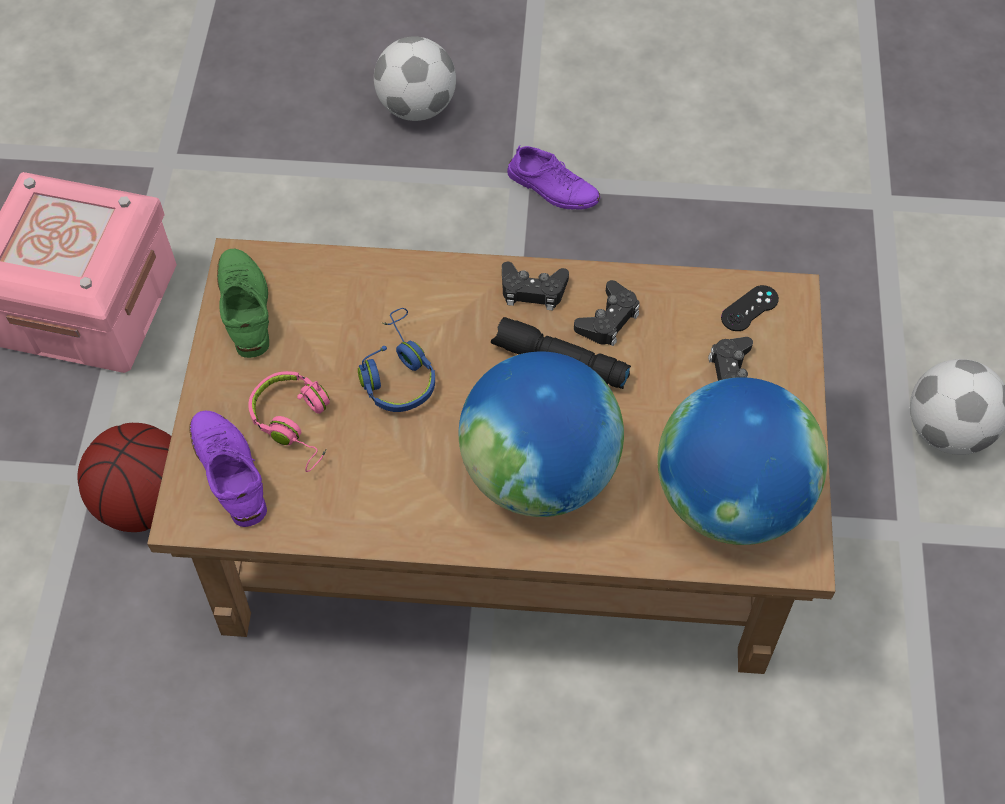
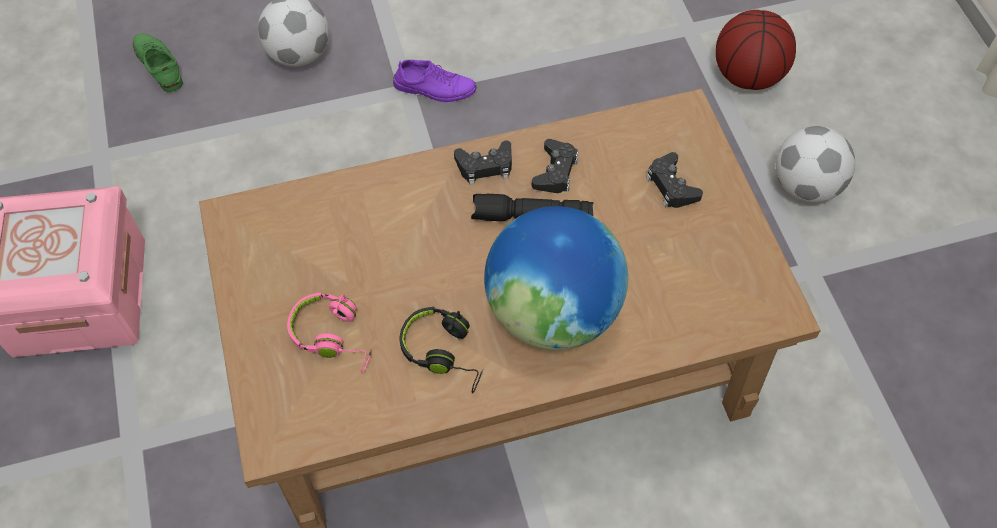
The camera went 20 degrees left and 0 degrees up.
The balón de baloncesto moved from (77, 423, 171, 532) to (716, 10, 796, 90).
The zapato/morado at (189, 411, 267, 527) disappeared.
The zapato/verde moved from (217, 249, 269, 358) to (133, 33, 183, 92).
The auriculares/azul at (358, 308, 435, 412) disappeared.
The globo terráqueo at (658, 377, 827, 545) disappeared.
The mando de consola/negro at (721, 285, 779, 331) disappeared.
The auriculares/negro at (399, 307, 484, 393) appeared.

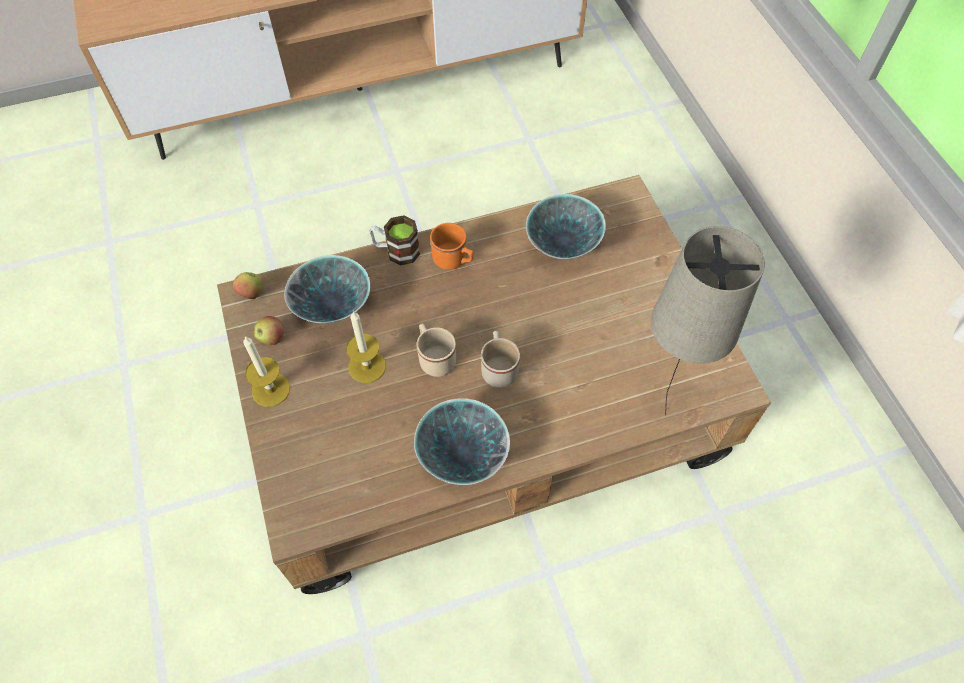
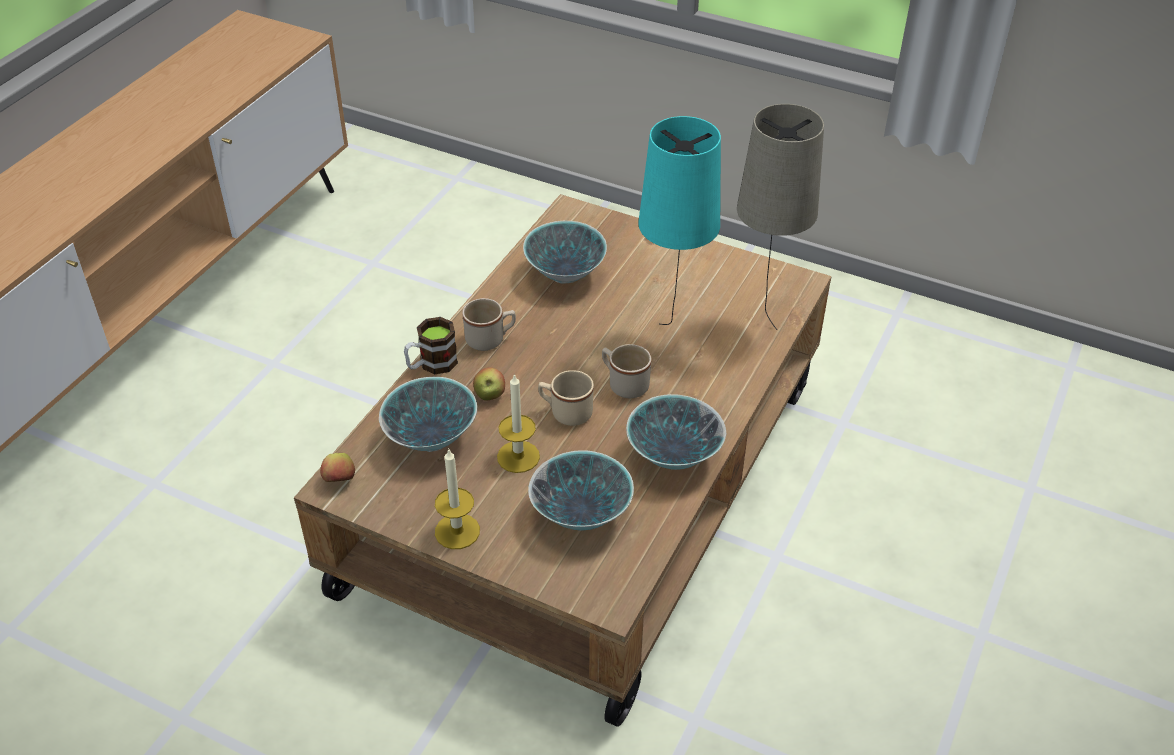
The camera went 45 degrees left and 15 degrees down.
The manzana moved from (254, 316, 284, 345) to (473, 367, 505, 401).
The taza grande/naranja at (430, 223, 474, 270) became the taza grande/beis at (462, 298, 516, 351).
The cuenco at (528, 450, 634, 530) appeared.
The lámpara de mesa/turquesa at (638, 116, 721, 325) appeared.

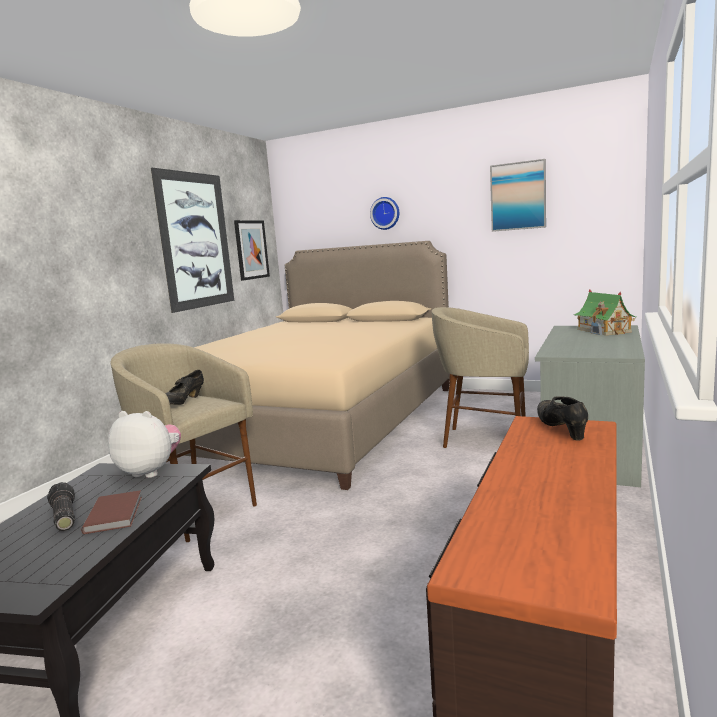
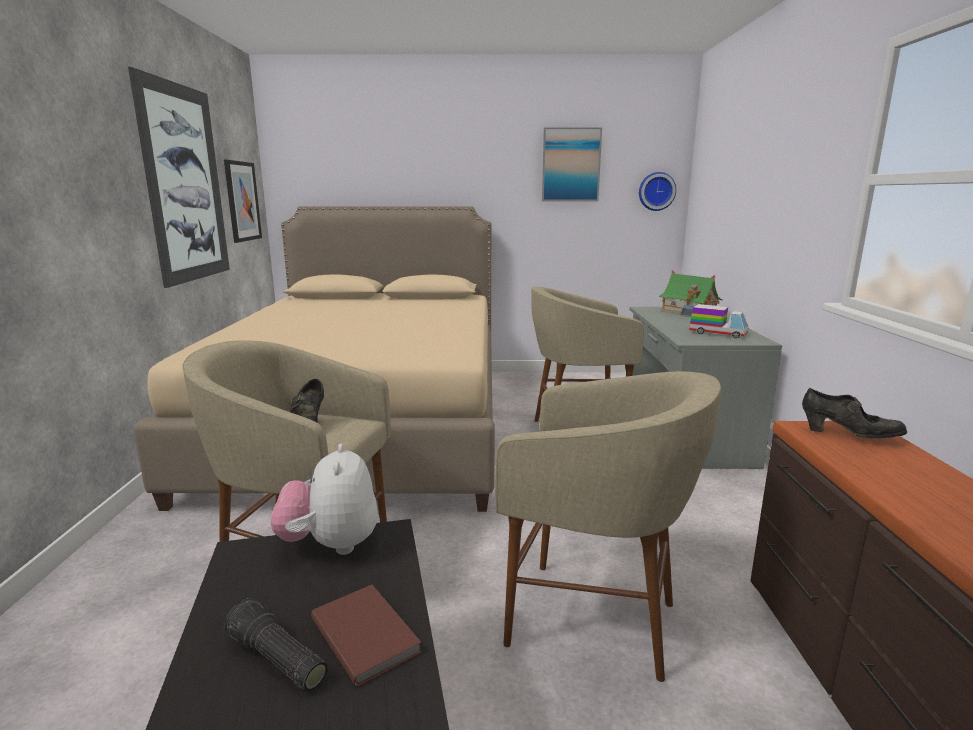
The camera went 25 degrees left and 5 degrees up.
The peluche at (108, 411, 181, 478) turned 90 degrees counterclockwise.
The reloj de pared moved from (370, 197, 399, 230) to (639, 172, 676, 211).
The zapato/negro at (537, 397, 588, 441) turned 150 degrees clockwise.
The taburete/beis at (495, 371, 721, 682) appeared.
The camión de juguete at (689, 304, 748, 338) appeared.

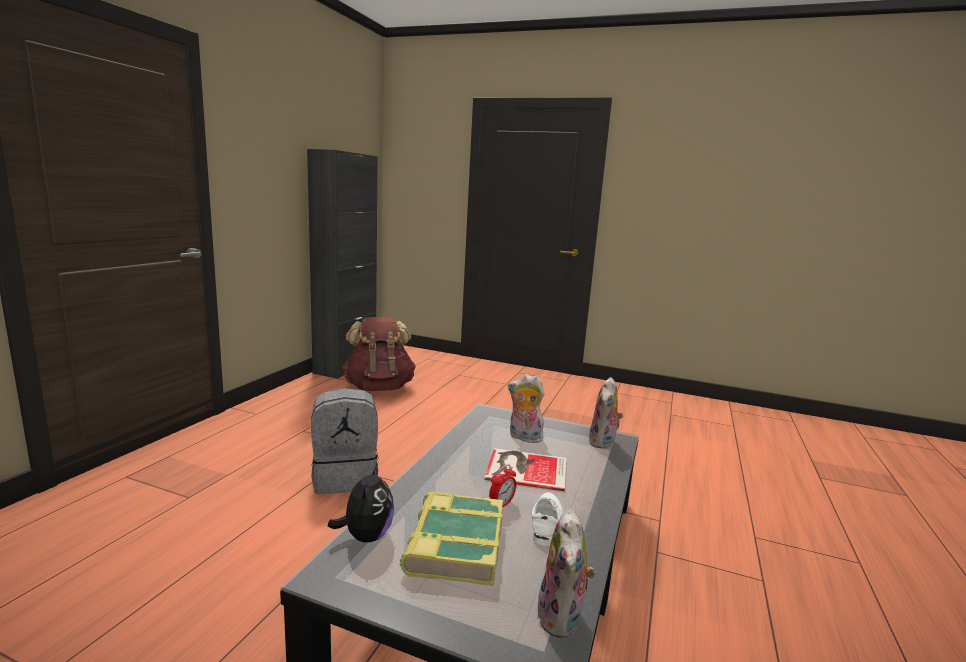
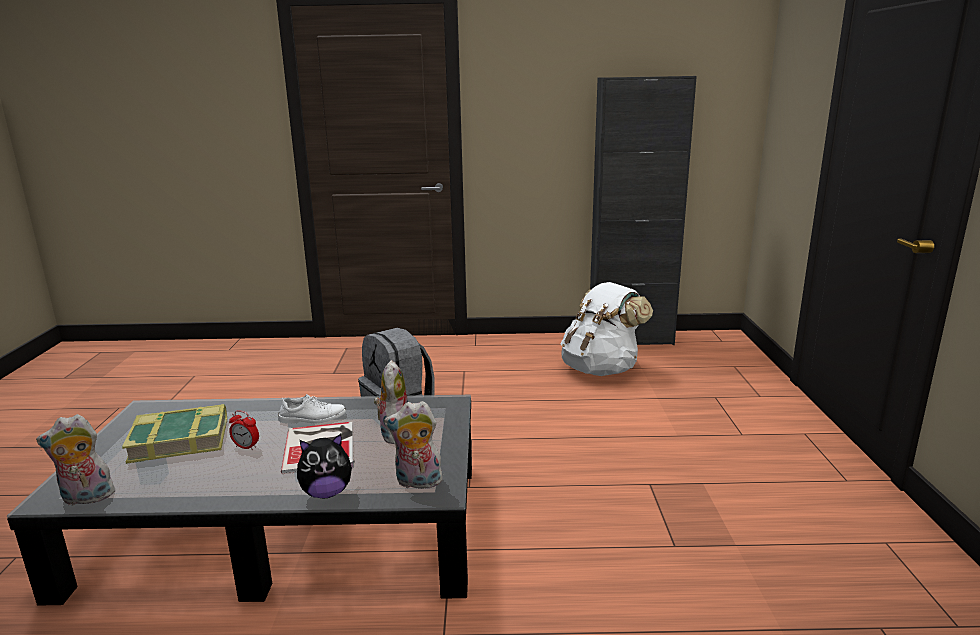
The camera went 70 degrees right and 5 degrees up.
The peluche moved from (328, 463, 394, 542) to (297, 434, 354, 498).
The mochila/marrón at (342, 317, 416, 391) became the mochila/blanco at (561, 282, 653, 376).
The zapato/blanco moved from (532, 493, 563, 545) to (278, 394, 346, 424).

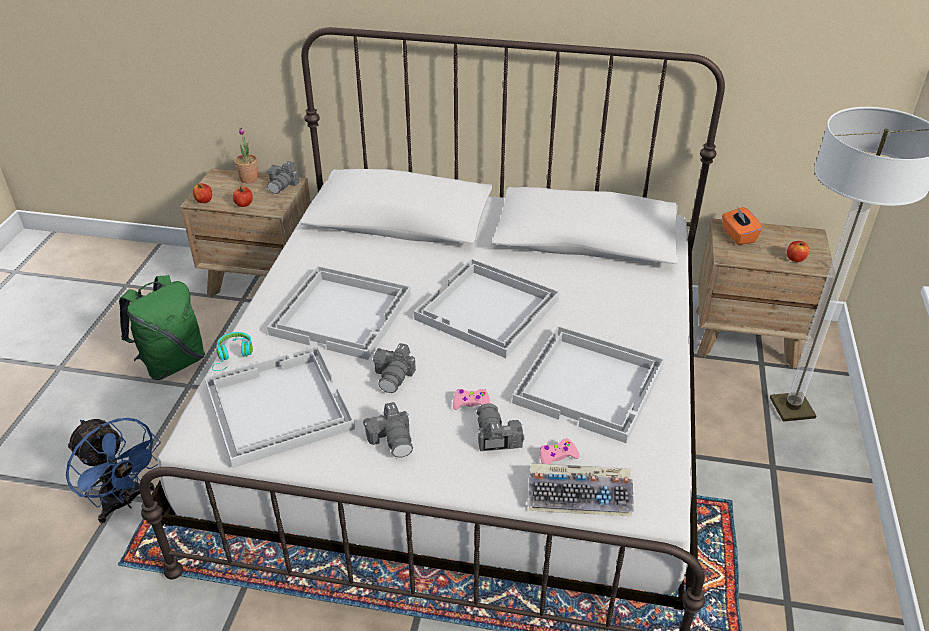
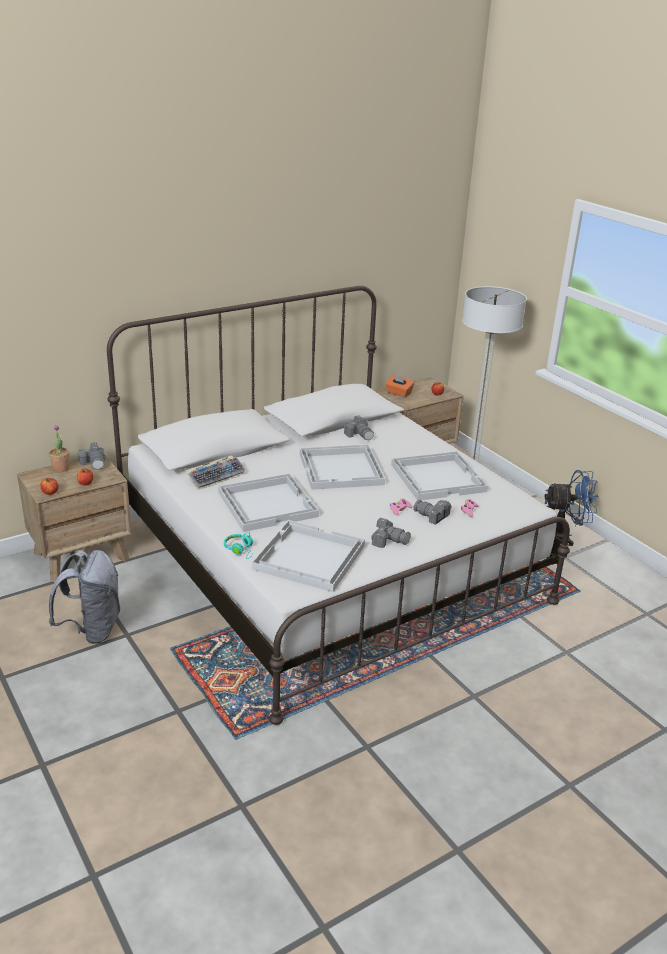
The camera went 45 degrees left and 10 degrees down.
The ventilador/azul moved from (66, 418, 161, 523) to (545, 470, 599, 546).
The mochila/verde at (119, 275, 205, 380) became the mochila/gris at (49, 550, 120, 644).
The cámara moved from (373, 343, 416, 393) to (344, 415, 374, 440).
The teclado moved from (527, 463, 634, 516) to (185, 455, 246, 490).

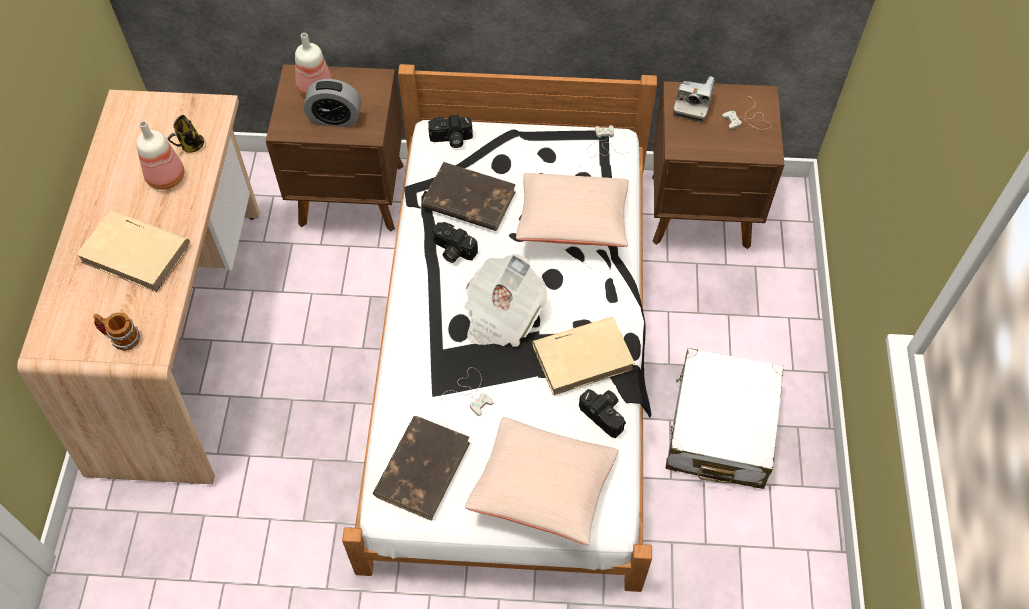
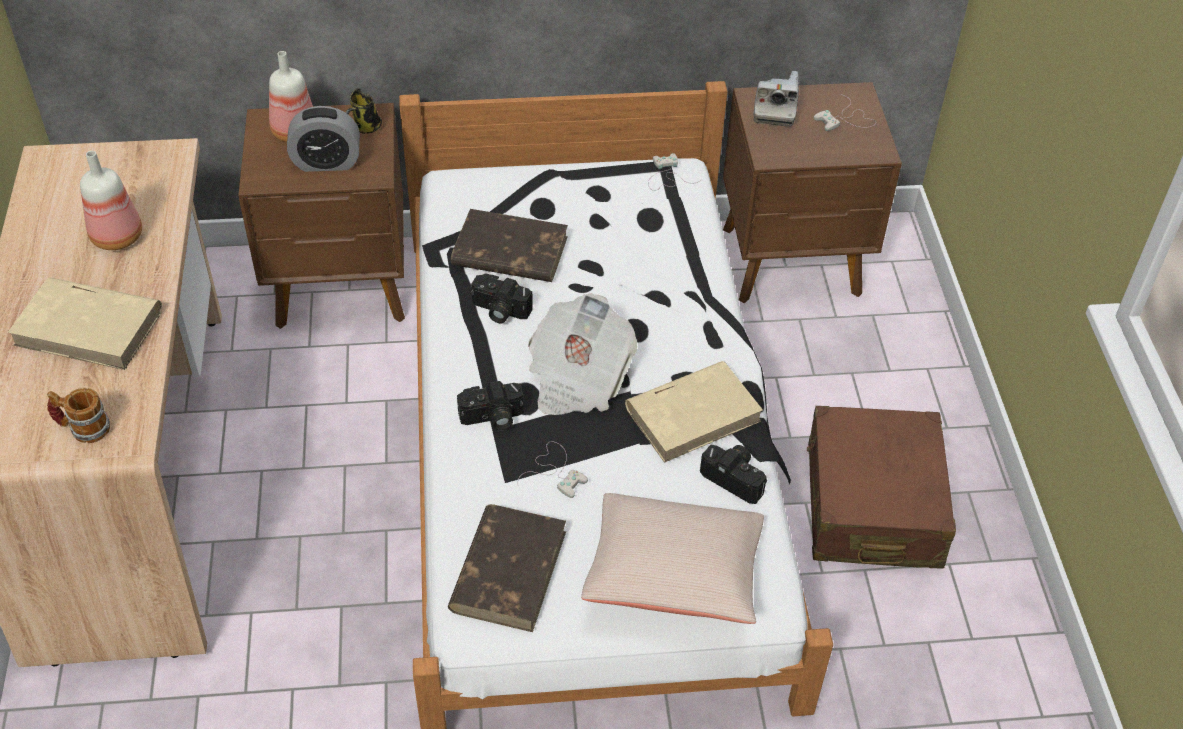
The camera went 10 degrees left and 10 degrees down.
The taza grande moved from (168, 115, 204, 153) to (345, 88, 382, 134).
The cámara moved from (428, 115, 473, 148) to (457, 381, 524, 430).
The cojín/beis at (516, 173, 629, 247) disappeared.
The maleta/blanco at (666, 348, 784, 489) became the maleta/marrón at (807, 406, 956, 569).

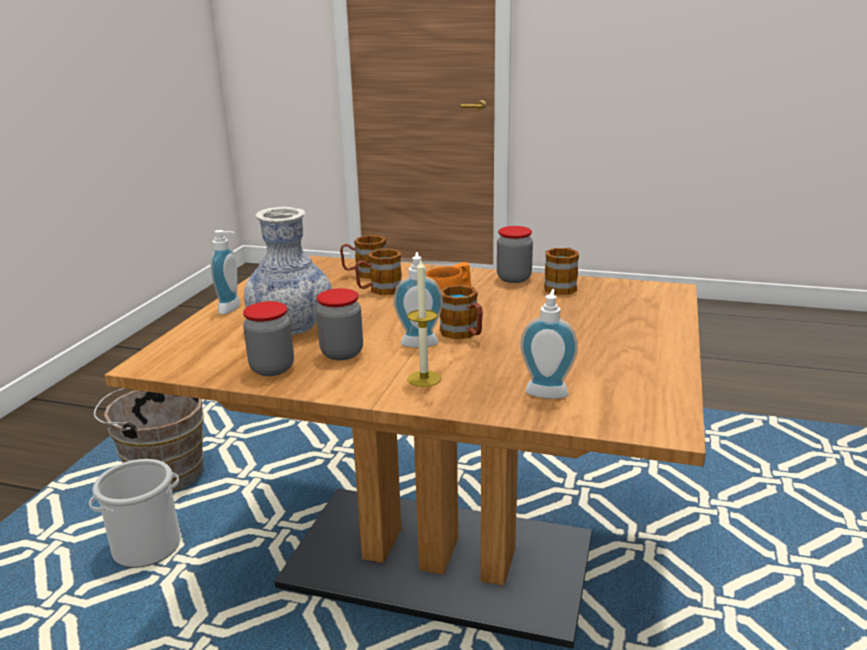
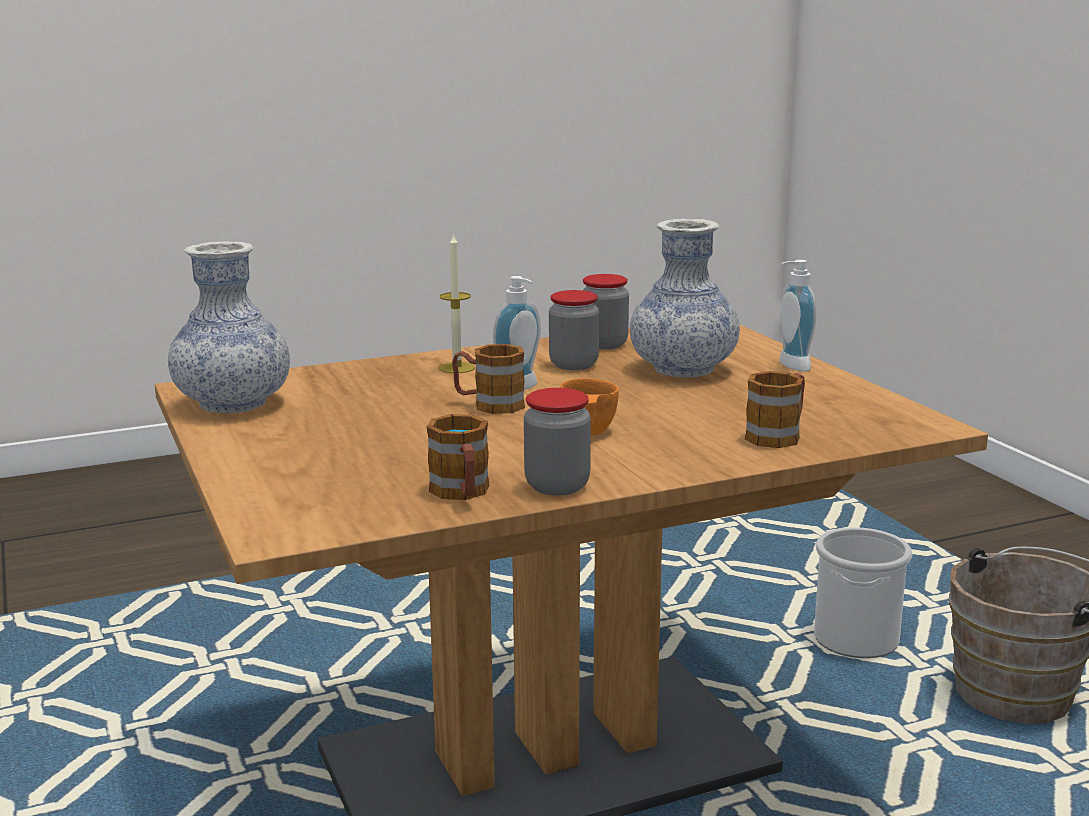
The camera went 140 degrees right and 5 degrees down.
The taza grande at (355, 249, 402, 295) disappeared.
The dispensador de jabón at (520, 289, 578, 399) disappeared.
The florero at (168, 242, 290, 413) appeared.

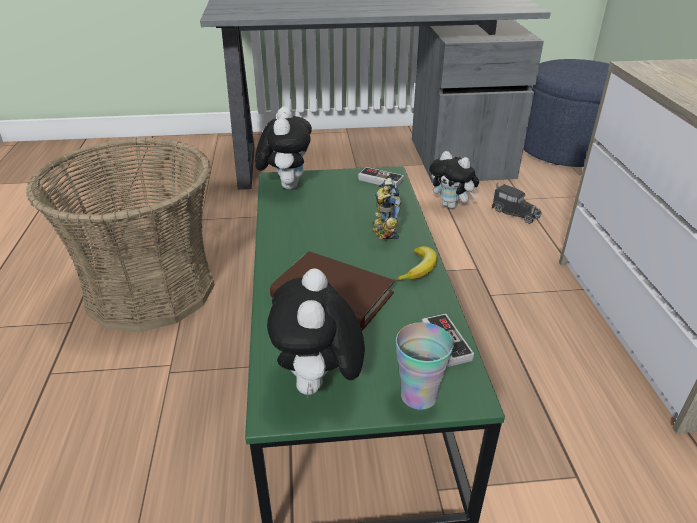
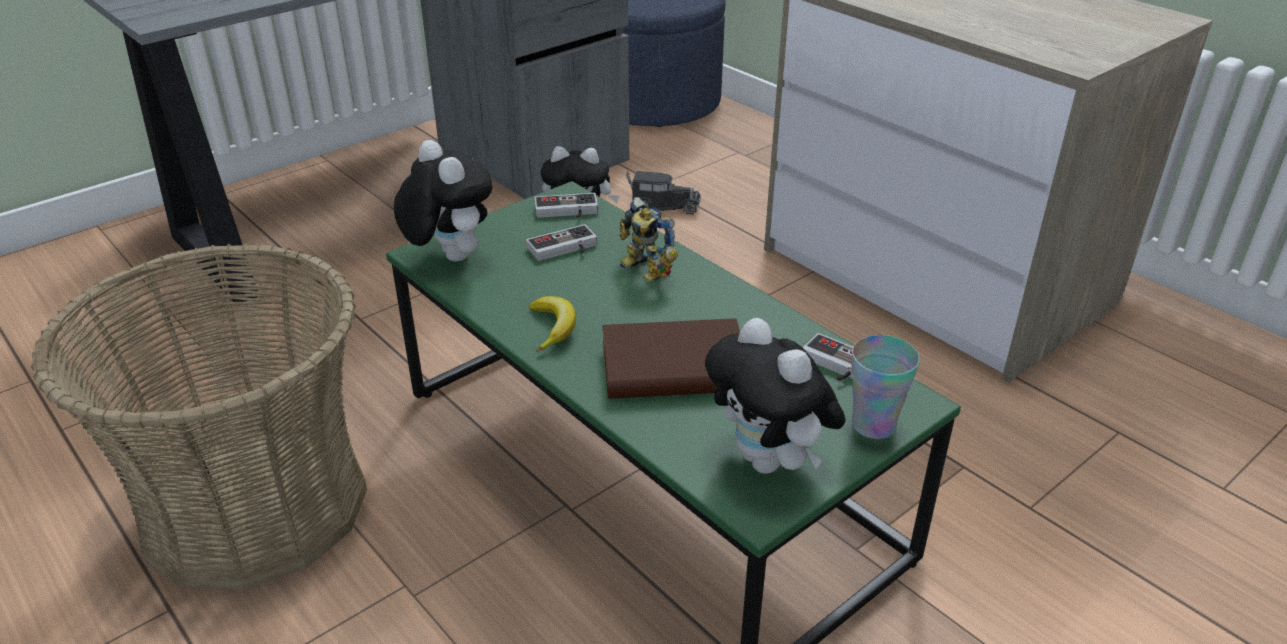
The camera went 35 degrees left and 0 degrees up.
The plátano moved from (395, 246, 437, 280) to (529, 296, 576, 352).
The mando de consola at (526, 224, 597, 261) appeared.

